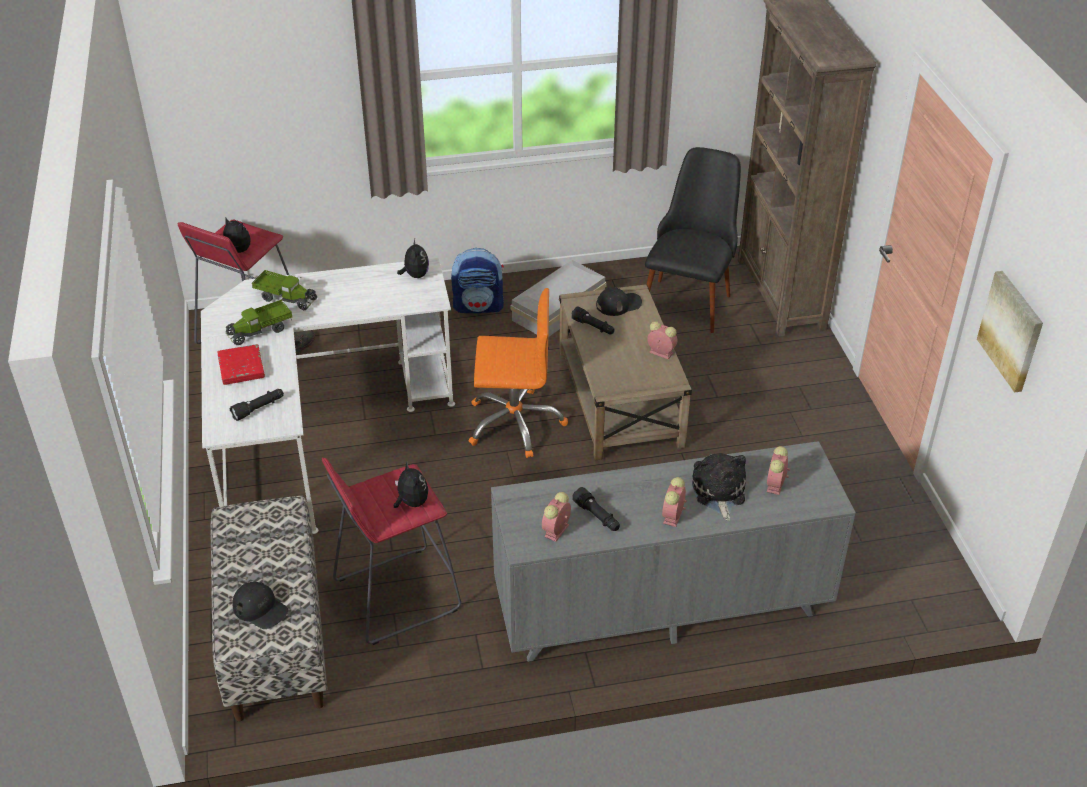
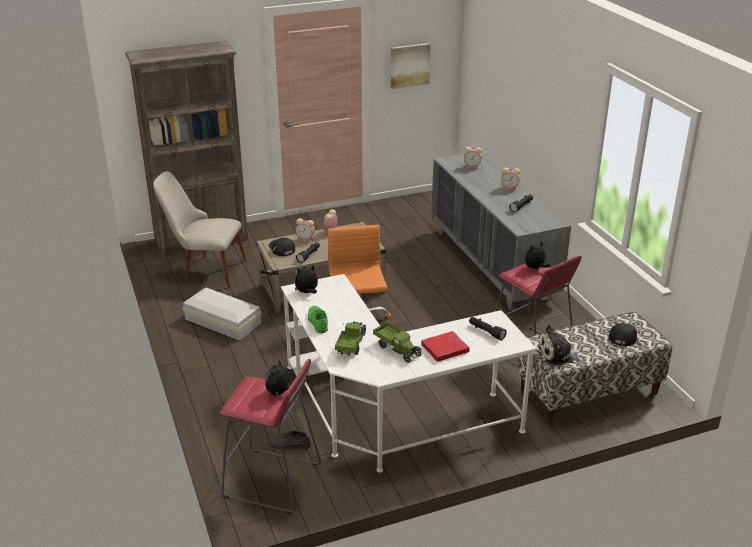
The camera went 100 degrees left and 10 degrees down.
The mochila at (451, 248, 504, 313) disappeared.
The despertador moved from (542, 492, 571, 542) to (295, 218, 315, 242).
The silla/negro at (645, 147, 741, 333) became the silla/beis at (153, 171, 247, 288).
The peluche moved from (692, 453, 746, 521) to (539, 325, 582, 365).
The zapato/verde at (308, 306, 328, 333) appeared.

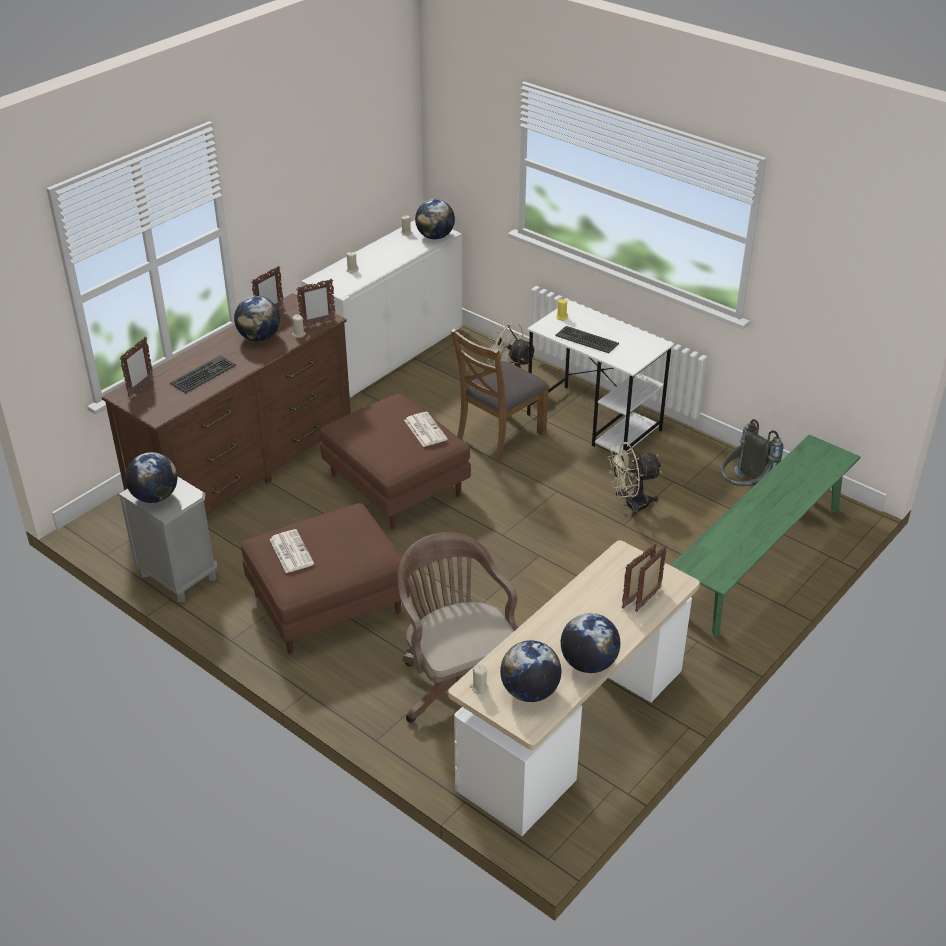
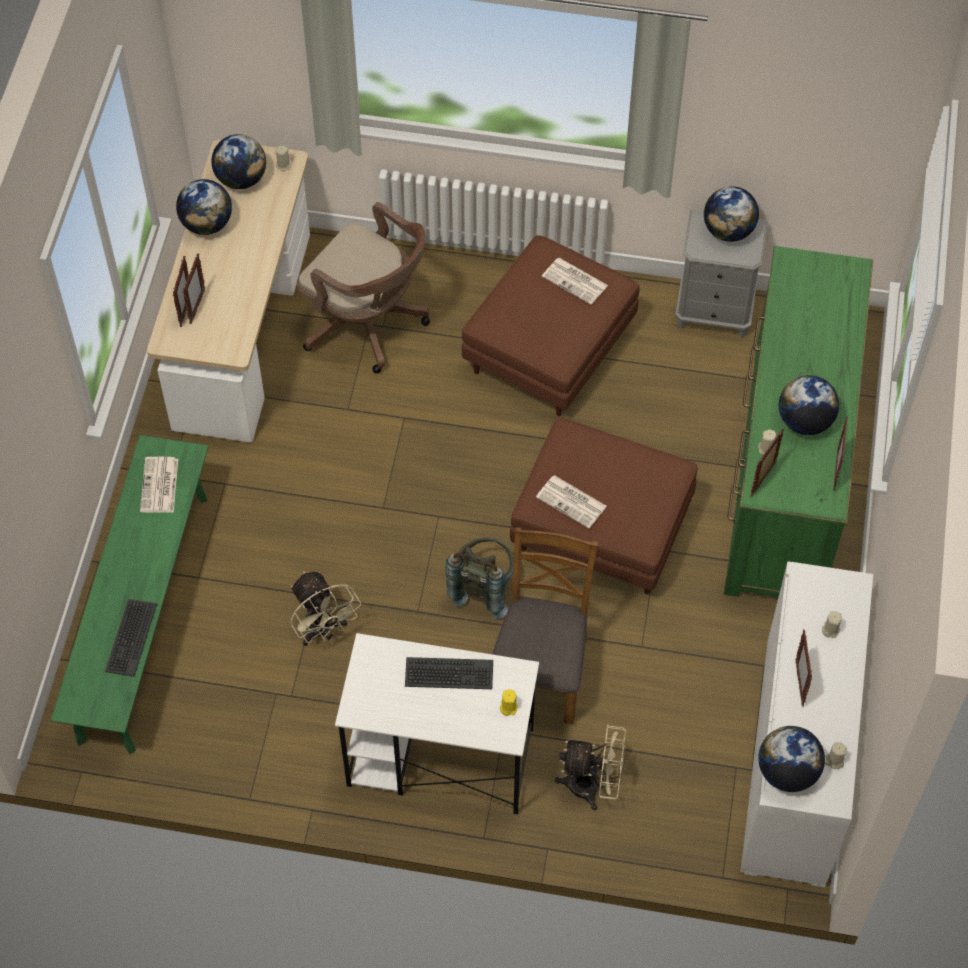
The camera went 150 degrees right and 20 degrees up.
The cómoda/marrón at (102, 293, 351, 515) became the cómoda/verde at (724, 246, 873, 597).
The portarretratos moved from (120, 337, 154, 397) to (795, 630, 812, 707).
The teclado moved from (170, 355, 236, 393) to (105, 599, 157, 677).
The ventilador/beis at (607, 442, 662, 517) turned 105 degrees clockwise.
The mochila/gris moved from (721, 419, 784, 486) to (445, 538, 514, 619).
The periódico at (140, 457, 178, 513) appeared.

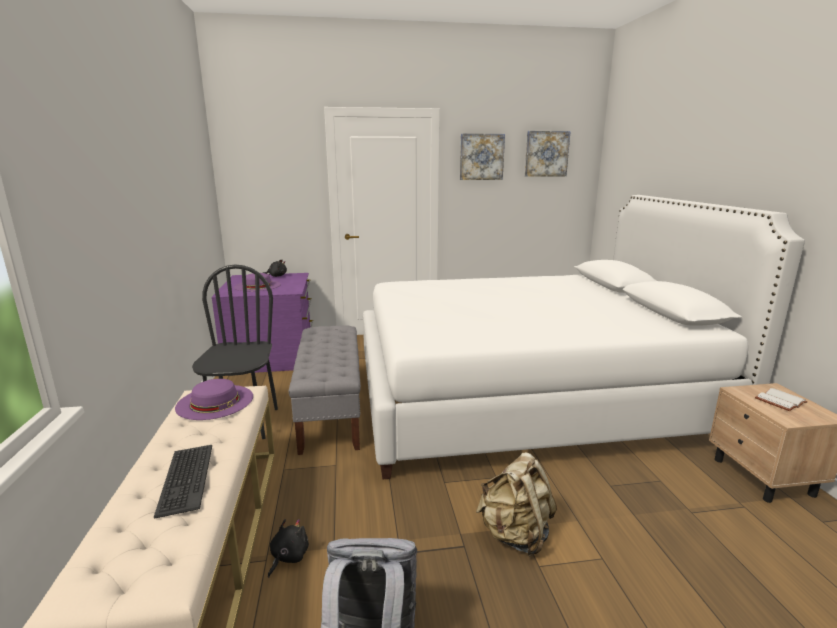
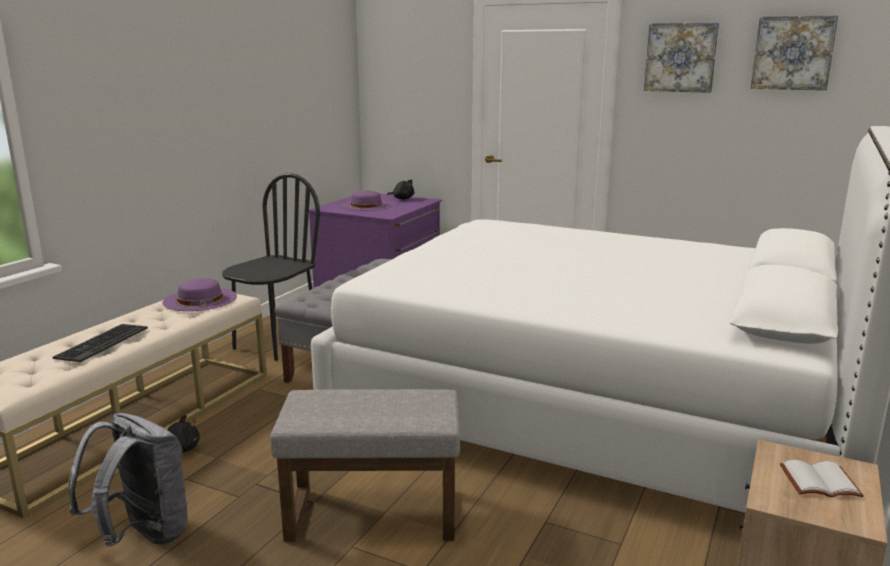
The camera went 35 degrees right and 0 degrees up.
The mochila/beis at (476, 452, 557, 557) was replaced by the puf/gris at (270, 389, 460, 542).

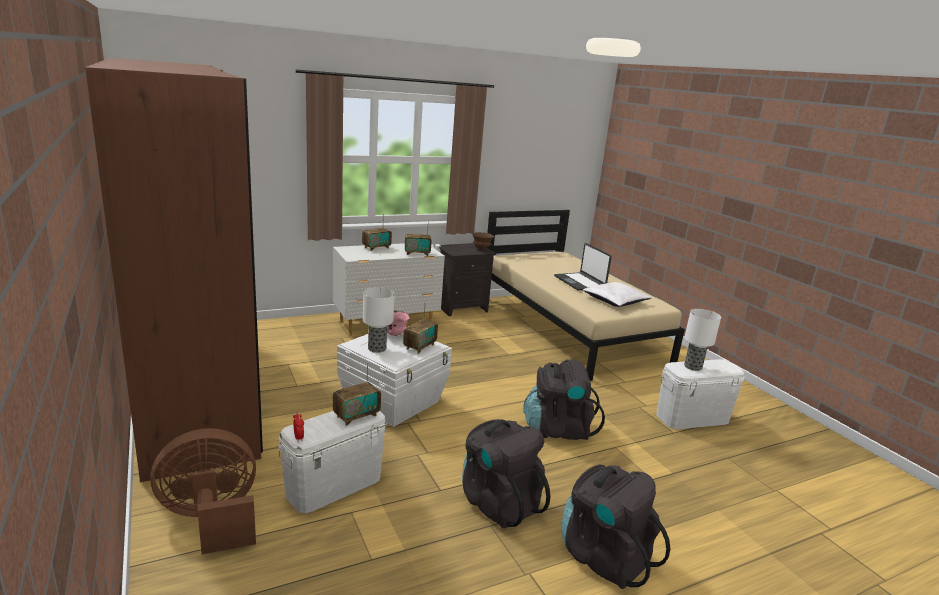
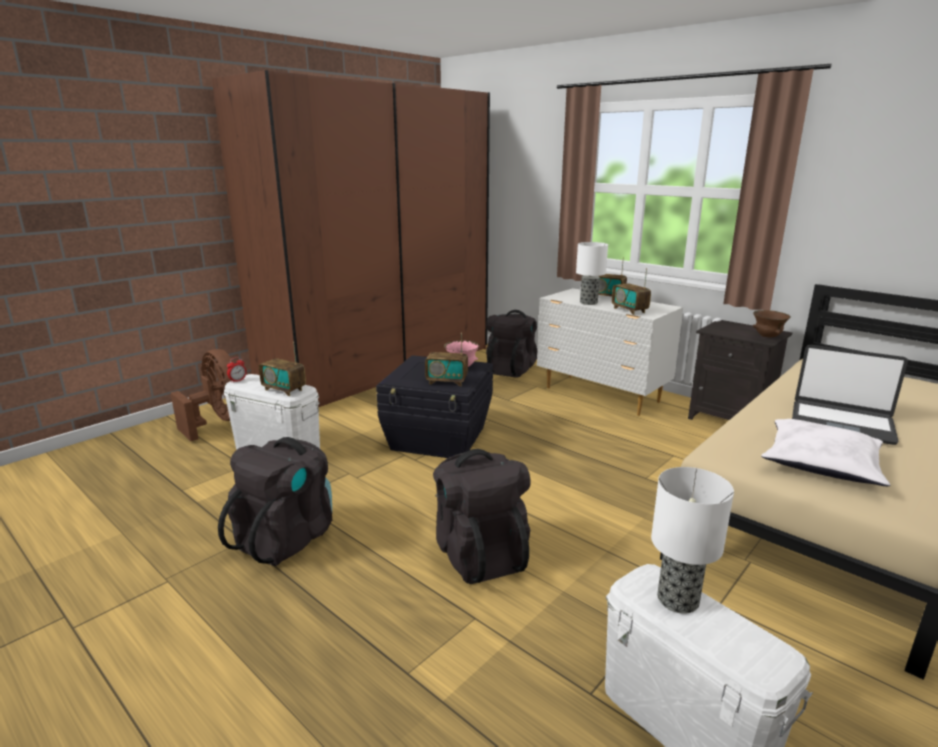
The camera went 70 degrees right and 0 degrees up.
The caja de almacenaje/blanco at (337, 332, 452, 427) became the caja de almacenaje/negro at (376, 355, 493, 458).
The lámpara de mesa moved from (363, 287, 395, 353) to (576, 242, 608, 305).
The portátil at (554, 243, 612, 290) turned 105 degrees counterclockwise.
The mochila/negro moved from (561, 465, 670, 589) to (486, 310, 537, 378).

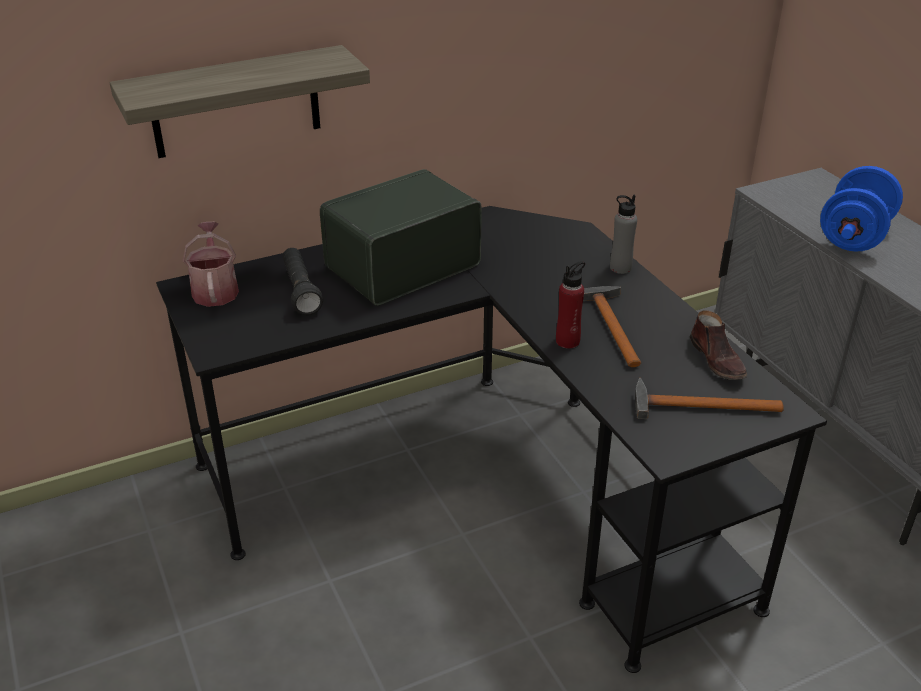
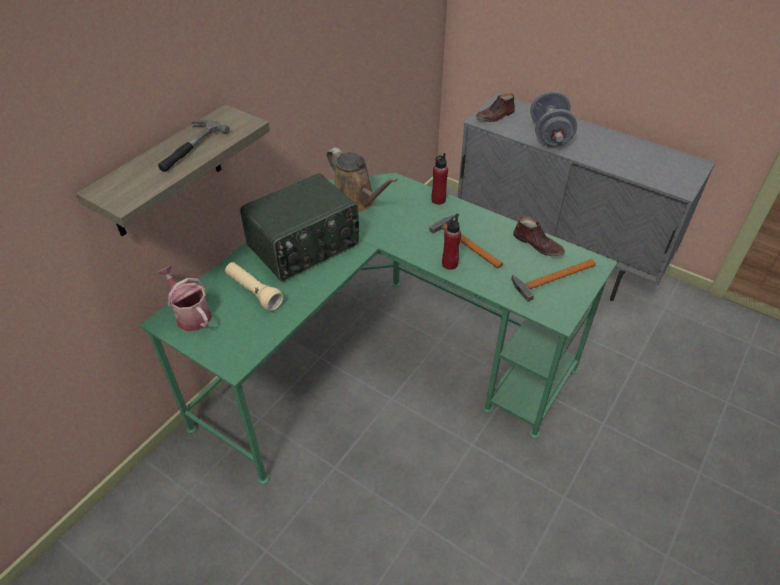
The camera went 30 degrees left and 10 degrees up.
The escritorio/negro at (156, 206, 827, 673) became the escritorio/verde at (140, 173, 618, 484).
The linterna/negro at (283, 248, 323, 315) became the linterna/beis at (225, 262, 283, 311).
The radio at (320, 169, 482, 306) turned 150 degrees counterclockwise.
The botella/gris at (610, 195, 637, 274) became the botella/rojo at (431, 153, 448, 205).
The mancuerna/azul at (820, 166, 903, 252) became the mancuerna/gris at (530, 91, 577, 147).
The martillo at (158, 120, 230, 172) appeared.
The regadera/marrón at (326, 148, 398, 212) appeared.
The zapato/marrón at (476, 94, 515, 122) appeared.

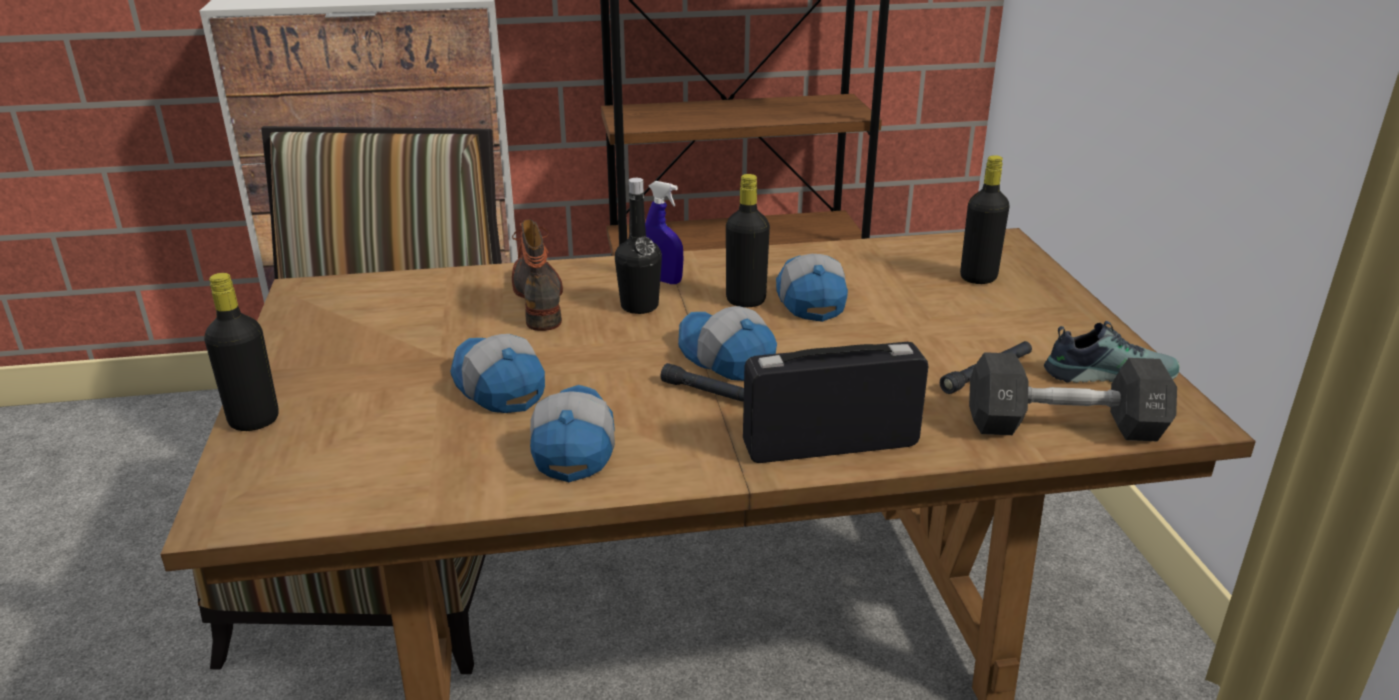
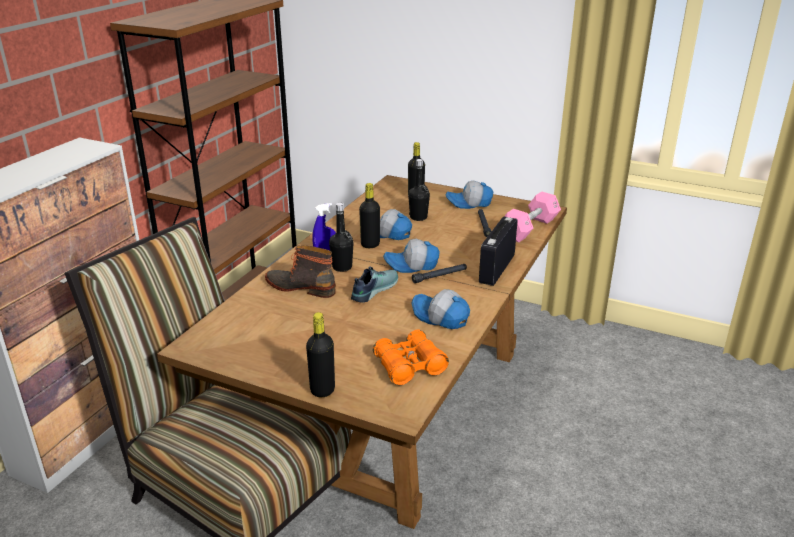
The camera went 55 degrees left and 0 degrees up.
The gorra moved from (450, 334, 545, 413) to (445, 180, 493, 209).
The mancuerna/negro at (969, 352, 1177, 441) became the mancuerna/rosa at (504, 192, 561, 242).
The zapato moved from (1044, 321, 1180, 383) to (351, 266, 398, 303).
The prismáticos/naranja at (373, 330, 449, 385) appeared.
The botella/negro at (408, 159, 430, 221) appeared.

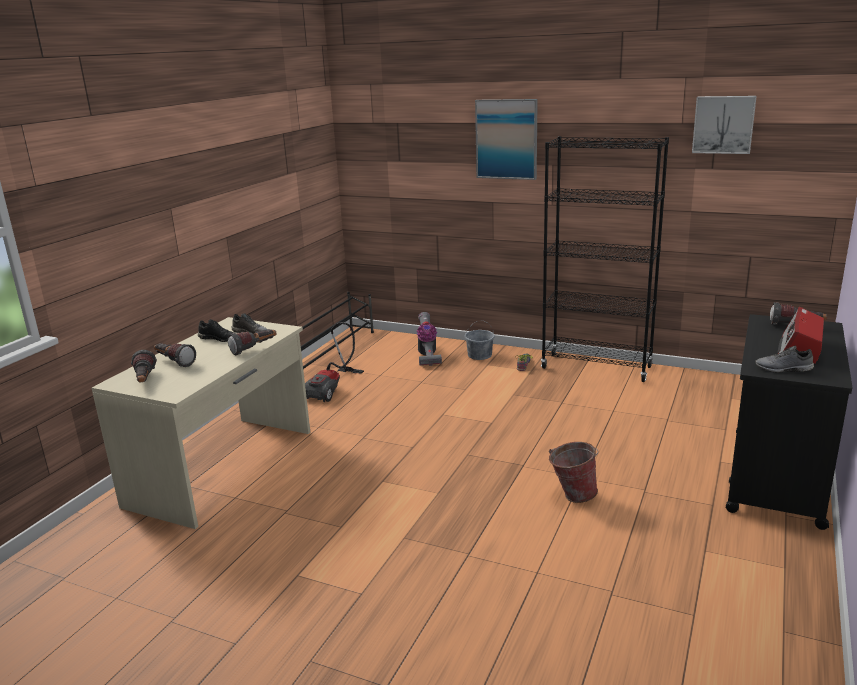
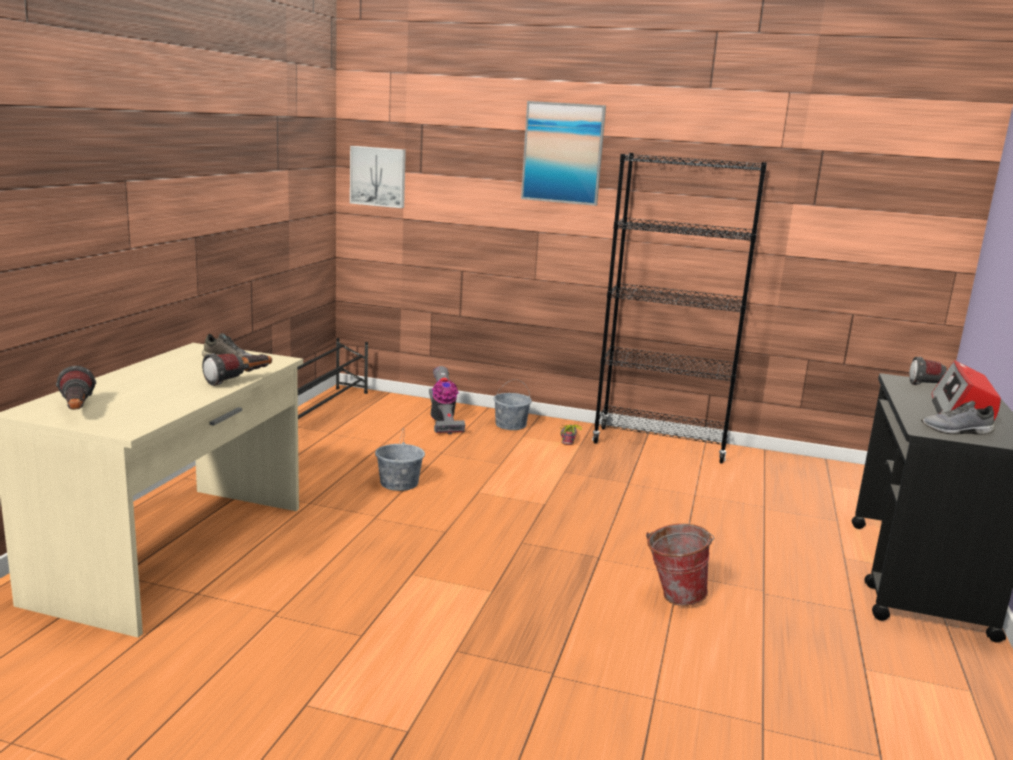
The camera went 10 degrees left and 5 degrees down.
The linterna at (154, 343, 196, 367) disappeared.
The zapato/negro at (198, 319, 236, 342) disappeared.
The aspiradora at (305, 322, 364, 402) disappeared.
The cuadro moved from (692, 96, 757, 154) to (350, 146, 406, 208).
The cubo/gris at (375, 430, 425, 491) appeared.

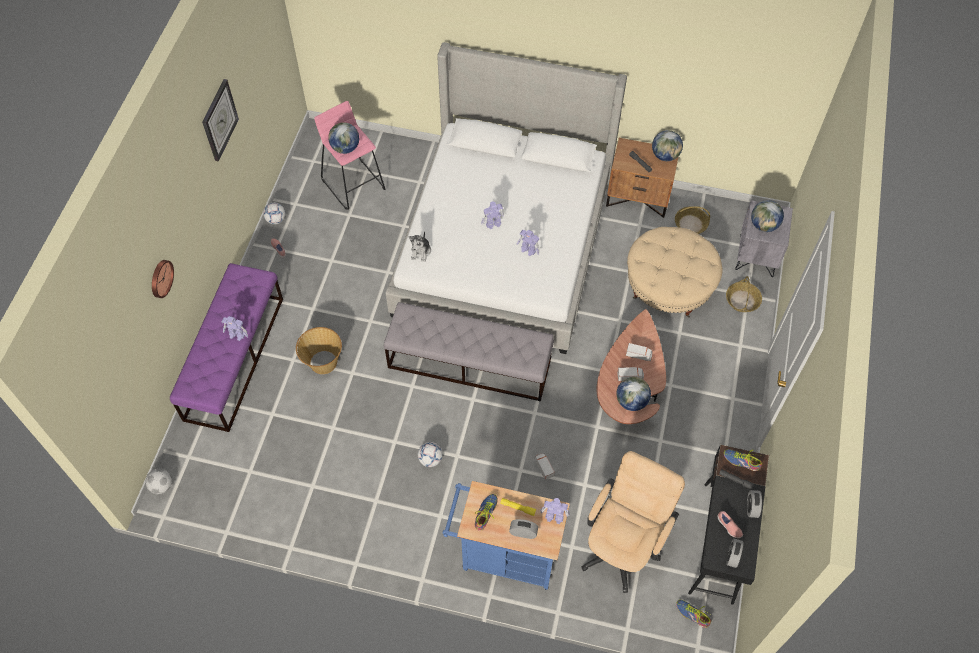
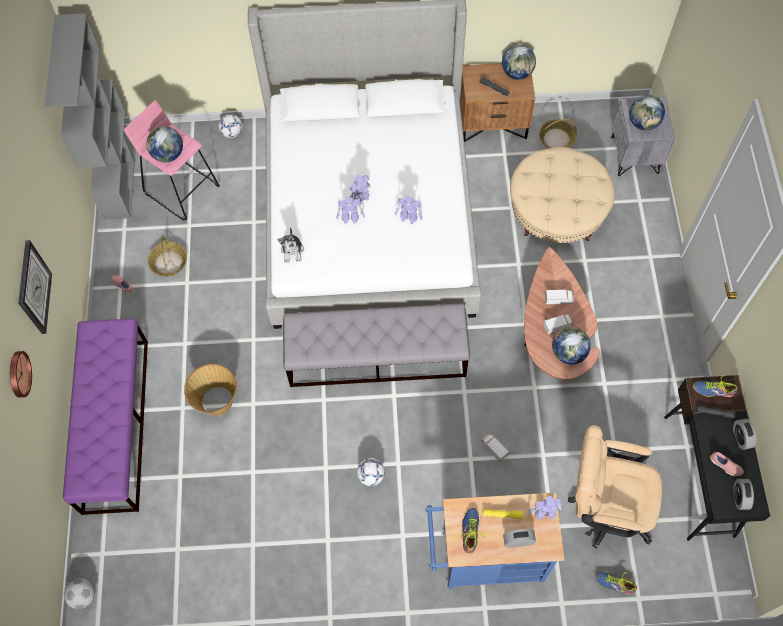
The camera went 15 degrees left and 5 degrees up.
The reloj de pared moved from (202, 79, 239, 162) to (18, 240, 52, 334).
The robot de juguete moved from (221, 316, 248, 341) to (336, 197, 364, 224).
The balón de fútbol moved from (263, 202, 285, 224) to (218, 114, 242, 138).
The silla de oficina/beis at (581, 451, 685, 593) turned 90 degrees counterclockwise.
The zapato moved from (676, 600, 711, 628) to (595, 572, 637, 594).
The cesta moved from (726, 276, 762, 312) to (147, 237, 187, 277).
The estantería/gris at (44, 13, 135, 220) appeared.

